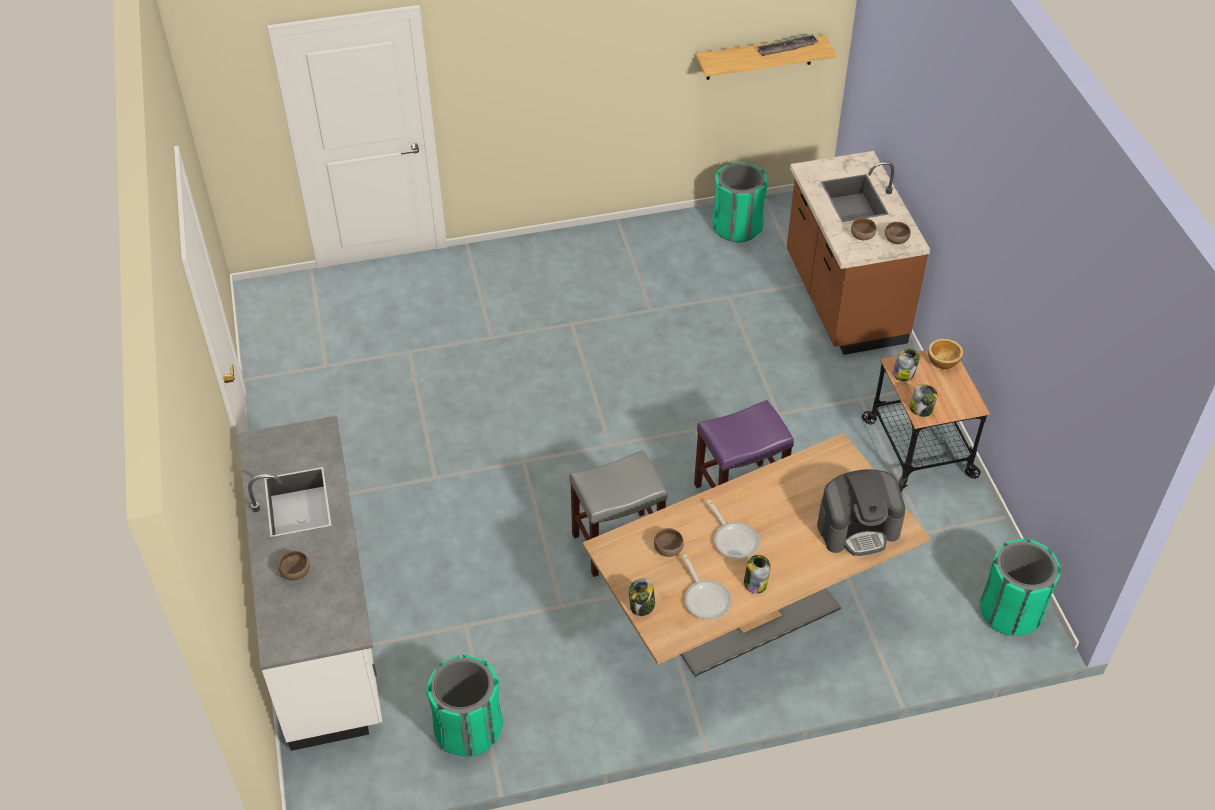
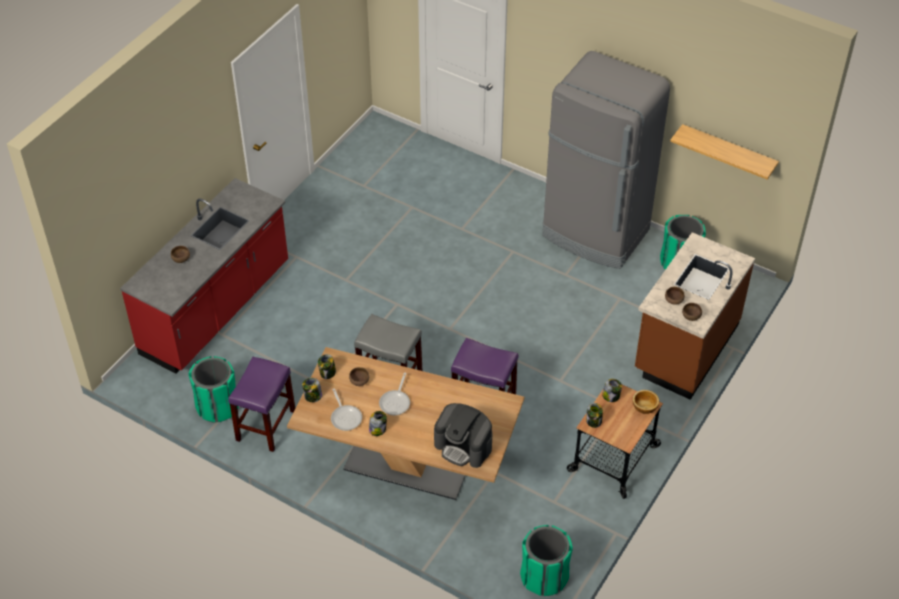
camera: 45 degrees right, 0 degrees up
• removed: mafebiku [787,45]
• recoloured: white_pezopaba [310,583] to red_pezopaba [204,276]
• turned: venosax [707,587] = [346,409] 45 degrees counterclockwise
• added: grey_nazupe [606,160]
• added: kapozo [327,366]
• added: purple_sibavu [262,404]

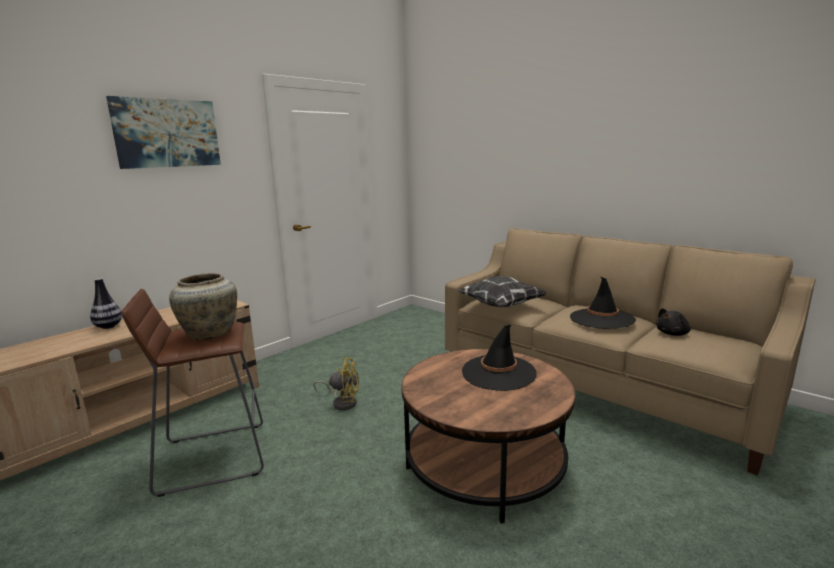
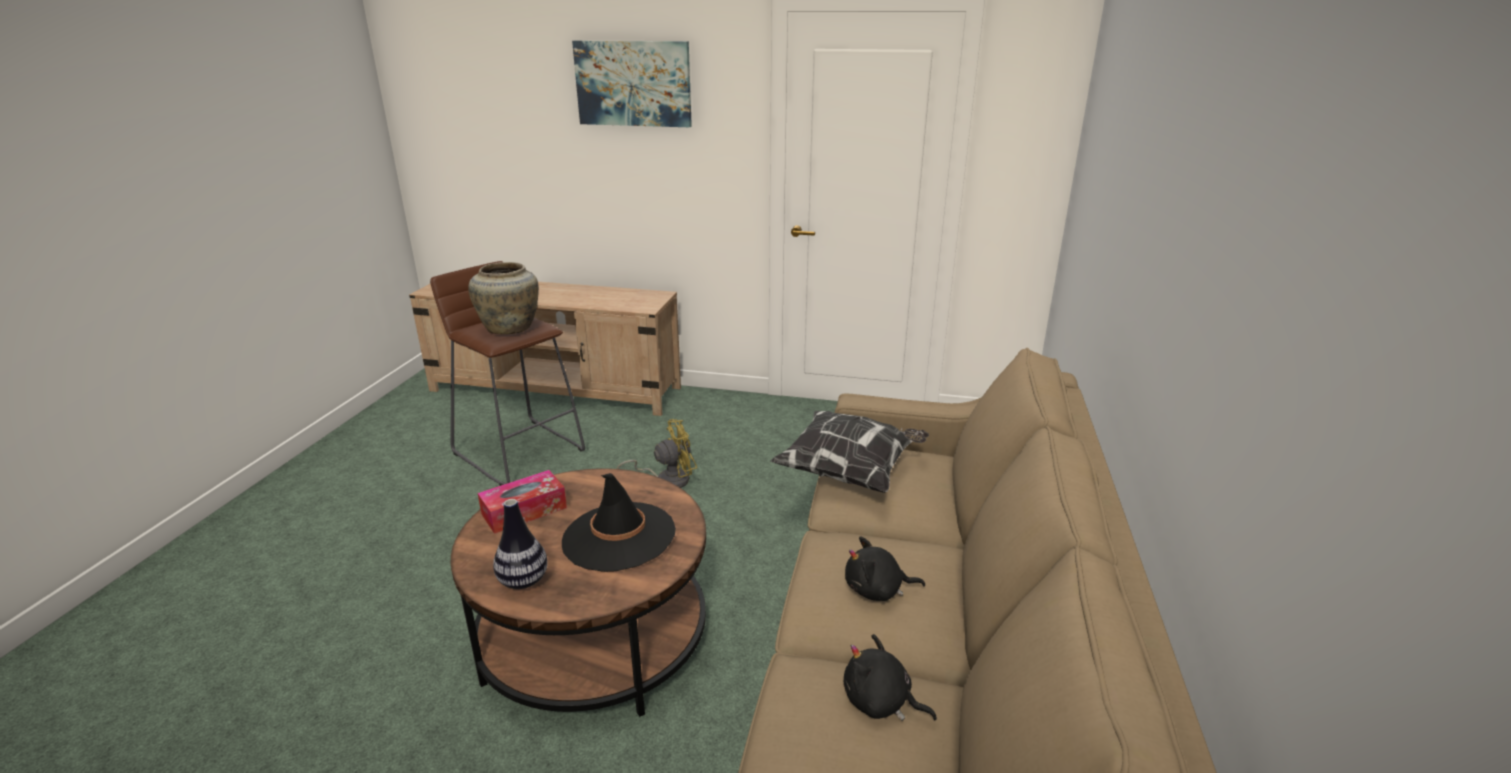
camera: 60 degrees right, 10 degrees up
• replaced: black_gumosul [603,303] to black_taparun [885,569]
• moved: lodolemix [106,303] to [520,544]
• turned: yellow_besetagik [336,383] = [656,453] 90 degrees counterclockwise
• added: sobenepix [522,502]

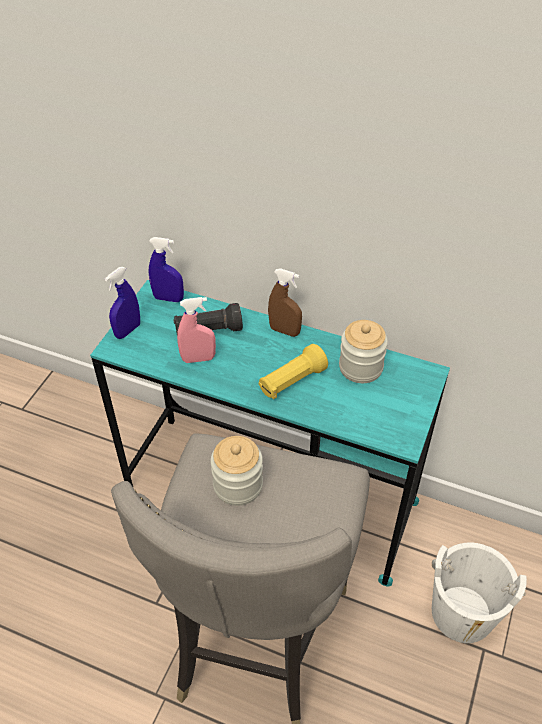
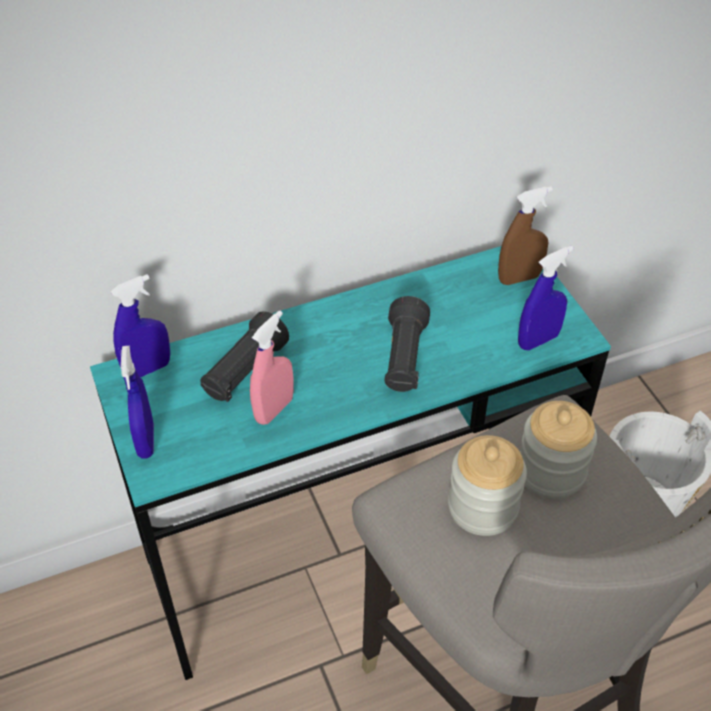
camera: 45 degrees left, 0 degrees up
• moved: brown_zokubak [285,302] to [525,235]
• moved: kapozo [363,351] to [558,450]
• recoloured: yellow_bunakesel [293,371] to black_bunakesel [407,344]
• added: blue_zokubak [546,298]

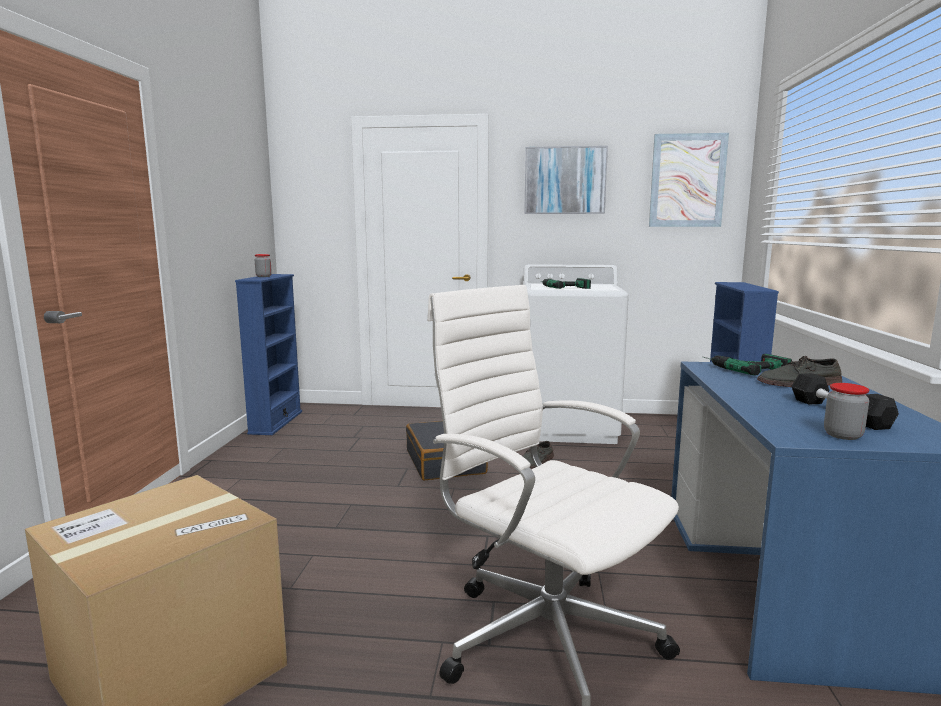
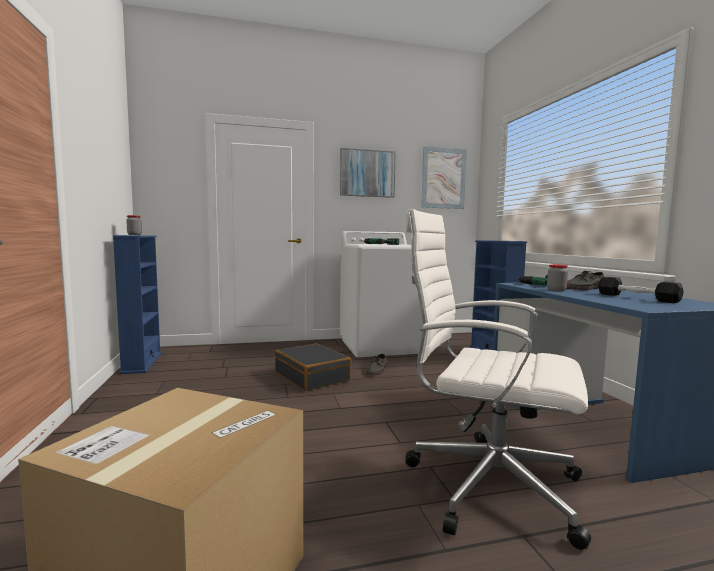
camera: 20 degrees left, 5 degrees down
• moved: kapozo [846,411] to [557,278]

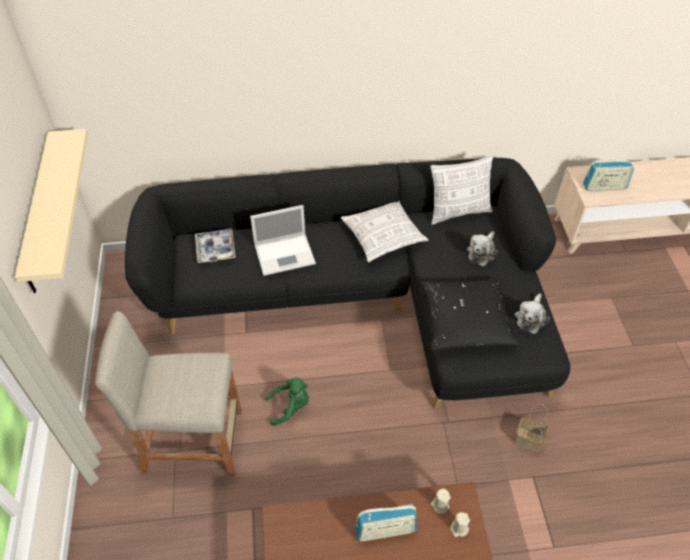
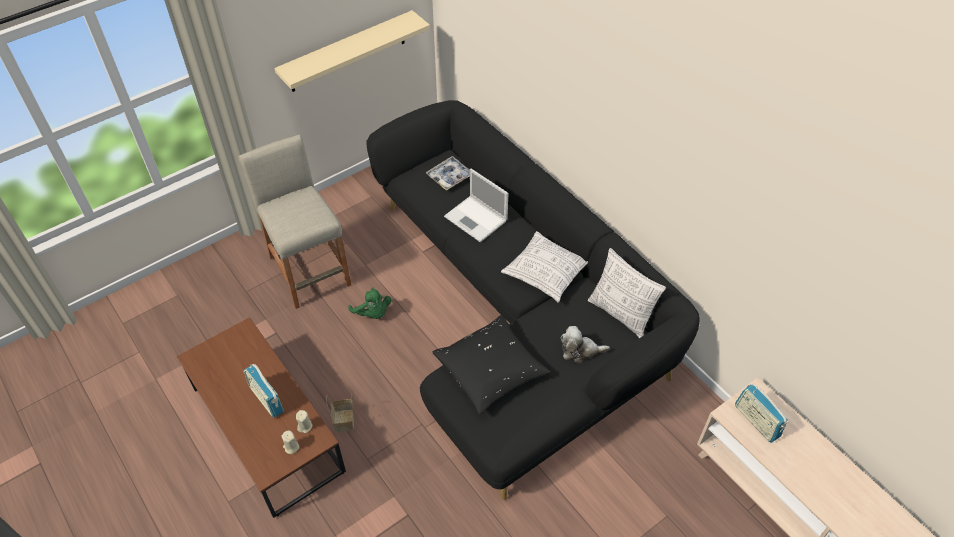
camera: 60 degrees right, 0 degrees up
• removed: taparun [532,314]
• moved: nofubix [531,428] to [340,412]

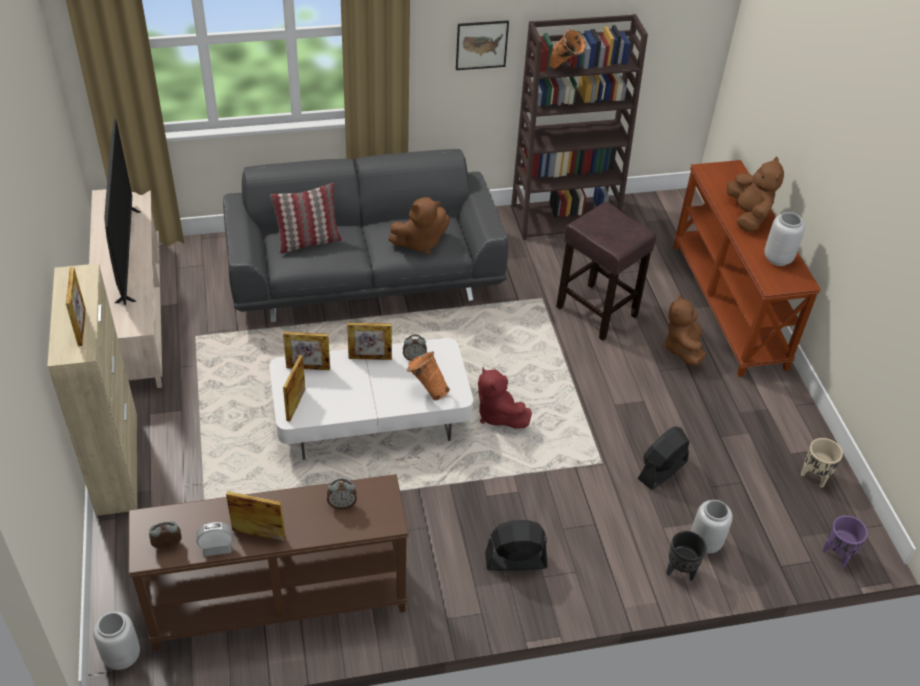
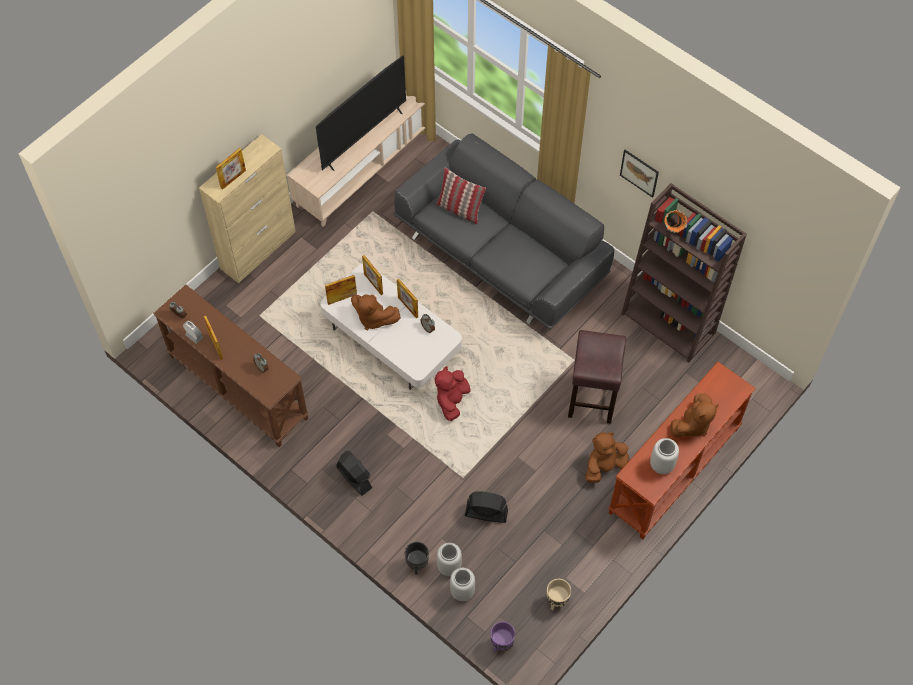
camera: 55 degrees right, 15 degrees up
• moved: brown_taparun [419,226] to [376,312]
• removed: orange_lodolemix [428,375]
• moved: grey_lodolemix [116,640] to [462,584]

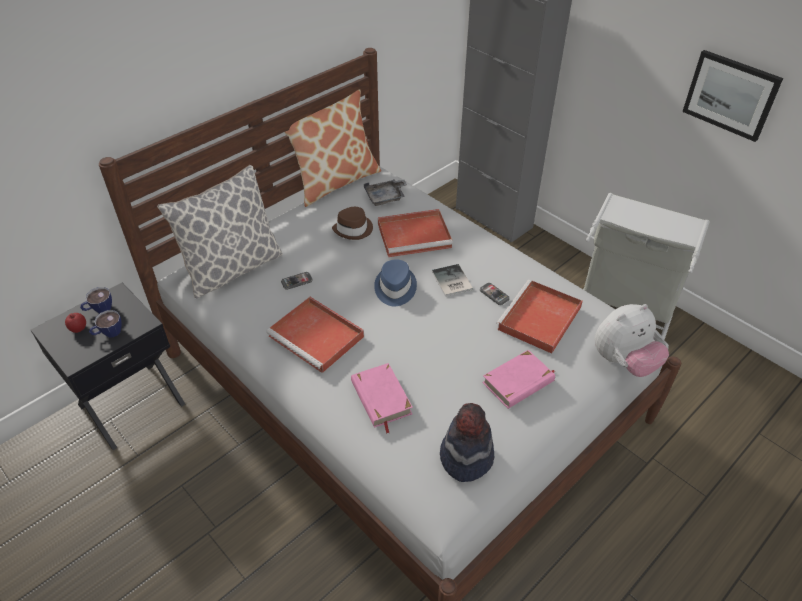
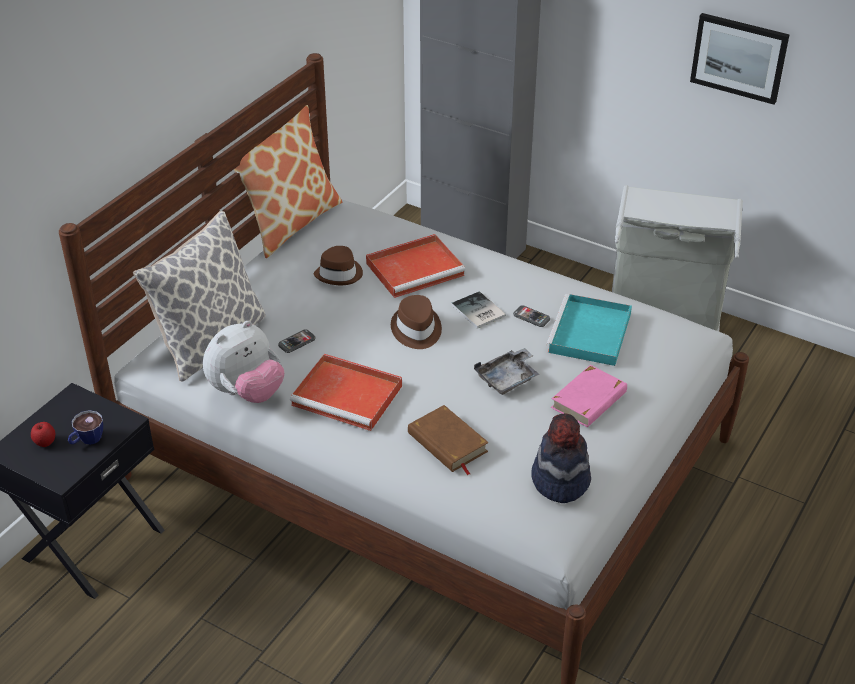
camera: 15 degrees left, 5 degrees down
• moved: grey_mafebiku [385,193] to [506,371]
• recoloured: blue_gumosul [395,283] to brown_gumosul [416,322]
• recoloured: red_mafebiku [539,317] to turquoise_mafebiku [589,330]
• removed: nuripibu [96,300]
• moved: taparun [631,340] to [243,362]
• recoloured: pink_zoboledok [382,398] to brown_zoboledok [448,440]

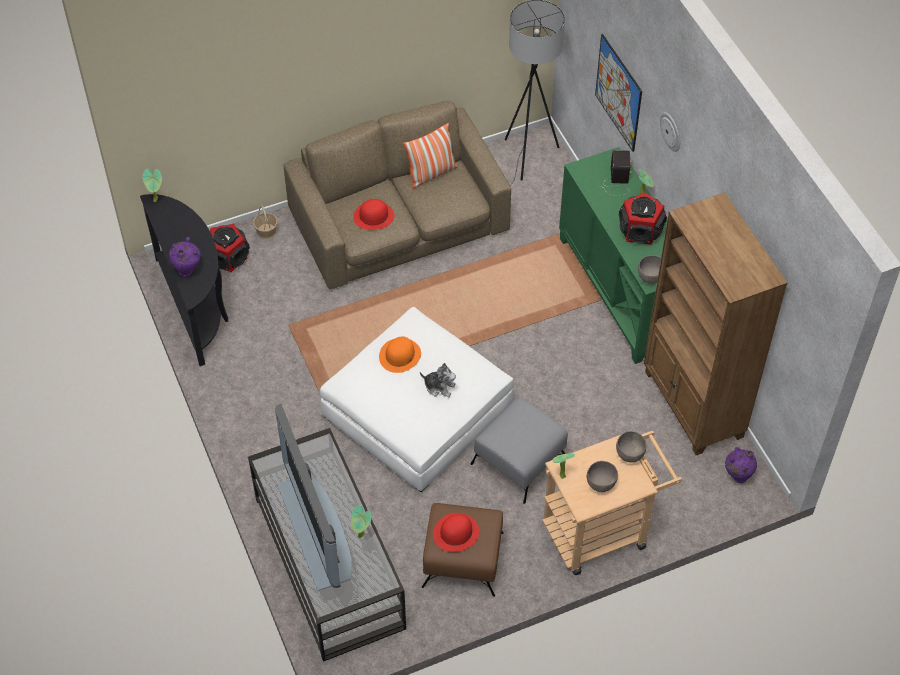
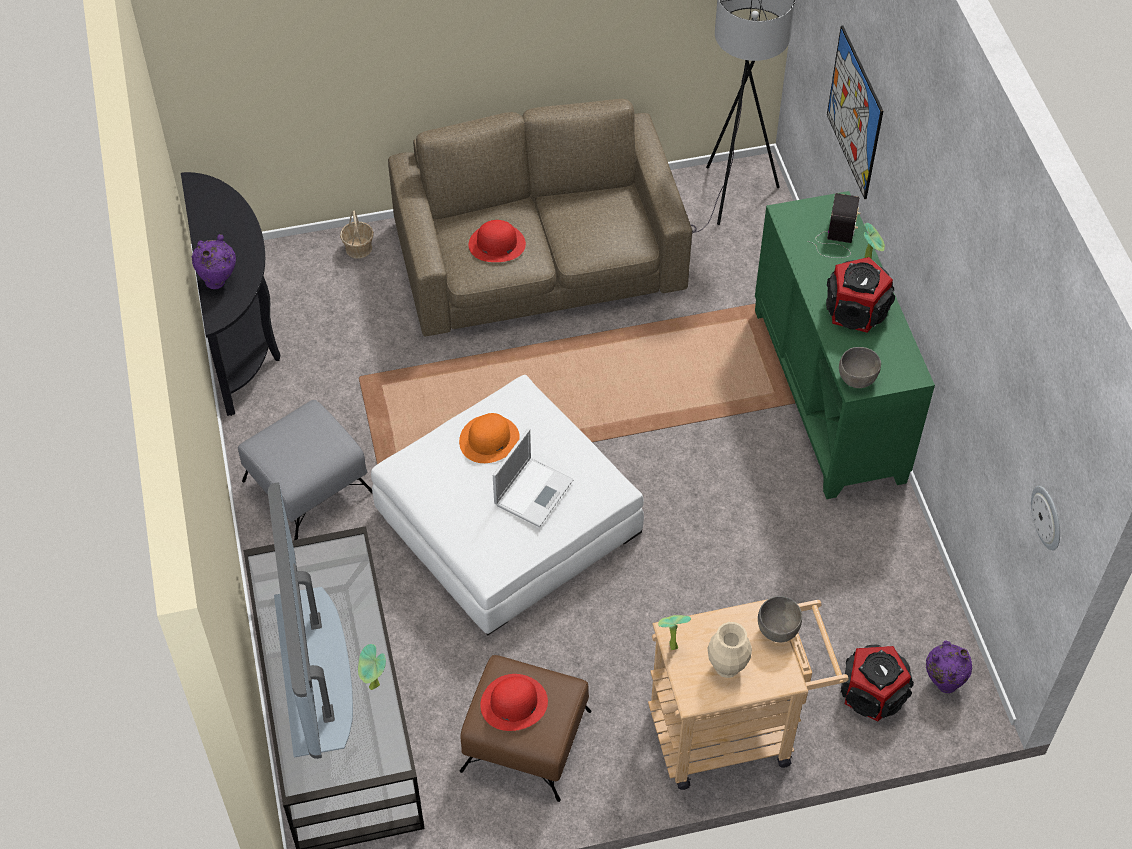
camera: 10 degrees right, 0 degrees up
• moved: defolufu [670,132] to [1045,518]
• removed: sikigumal [430,156]
• removed: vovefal [152,185]
• removed: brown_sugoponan [715,323]
• moved: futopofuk [230,248] to [877,683]
• replaced: taparun [438,380] to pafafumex [533,477]
• moved: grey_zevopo [519,450] to [305,470]
• replaced: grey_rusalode [602,476] to beige_lodolemix [730,650]

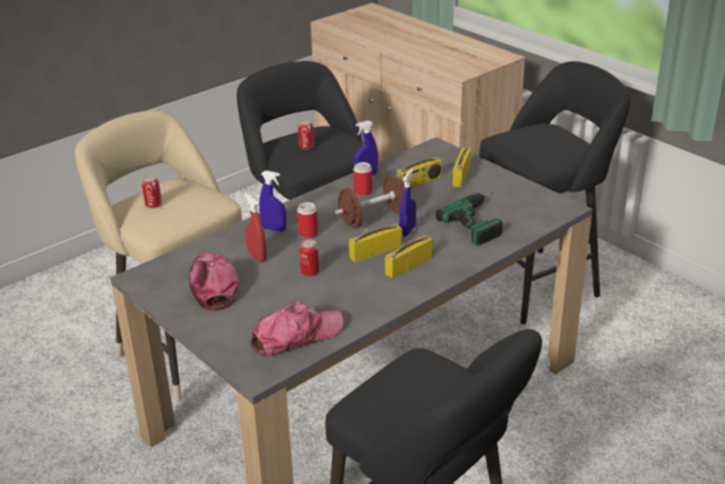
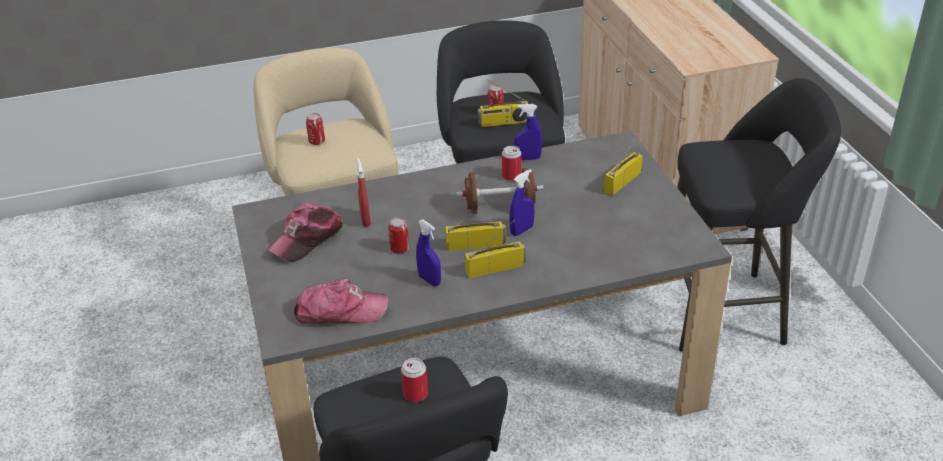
camera: 25 degrees right, 5 degrees up
• moved: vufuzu [419,164] to [503,103]
• moved: blue_zokubak [272,201] to [428,252]
• removed: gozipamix [469,219]
• moved: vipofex [307,220] to [414,380]
• turned: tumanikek [214,282] = [305,232] 150 degrees counterclockwise

